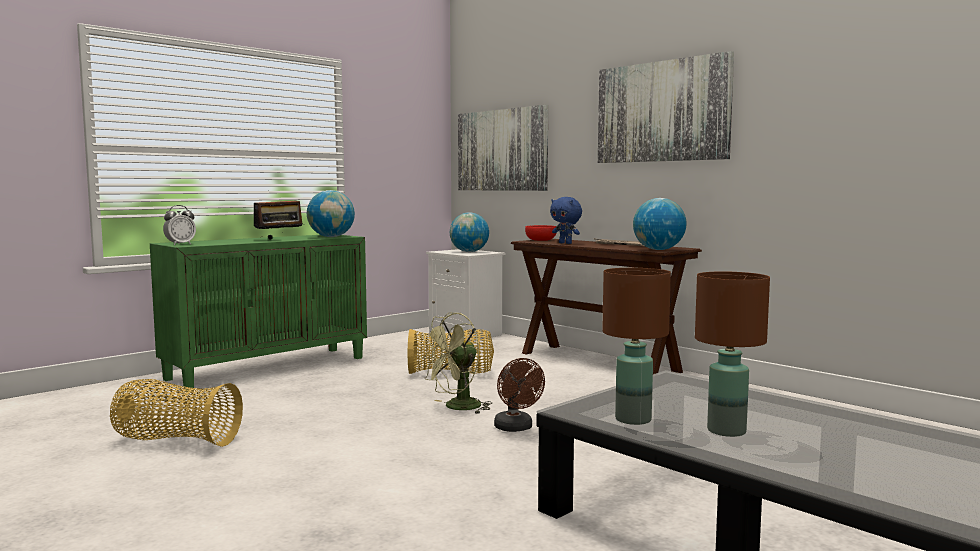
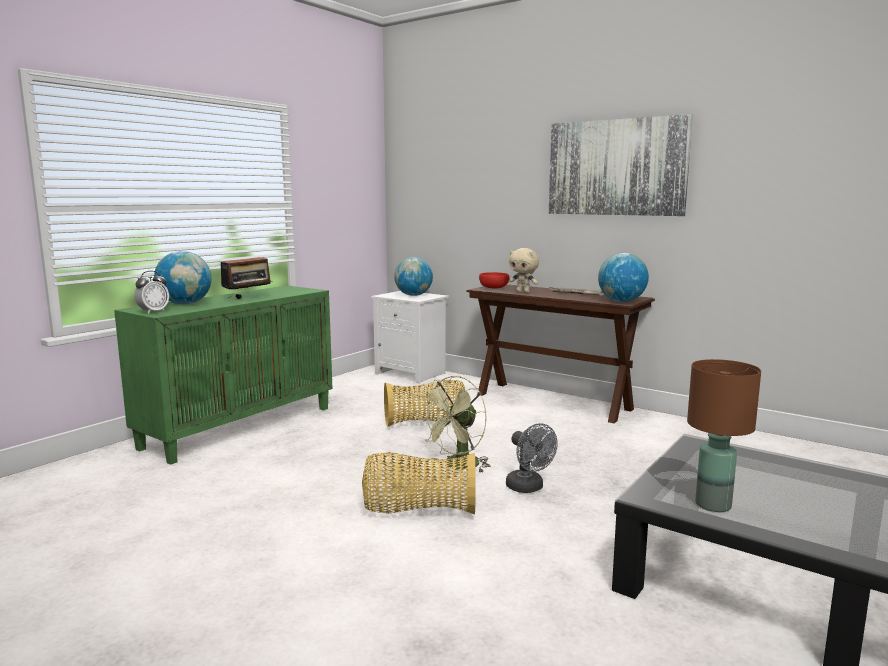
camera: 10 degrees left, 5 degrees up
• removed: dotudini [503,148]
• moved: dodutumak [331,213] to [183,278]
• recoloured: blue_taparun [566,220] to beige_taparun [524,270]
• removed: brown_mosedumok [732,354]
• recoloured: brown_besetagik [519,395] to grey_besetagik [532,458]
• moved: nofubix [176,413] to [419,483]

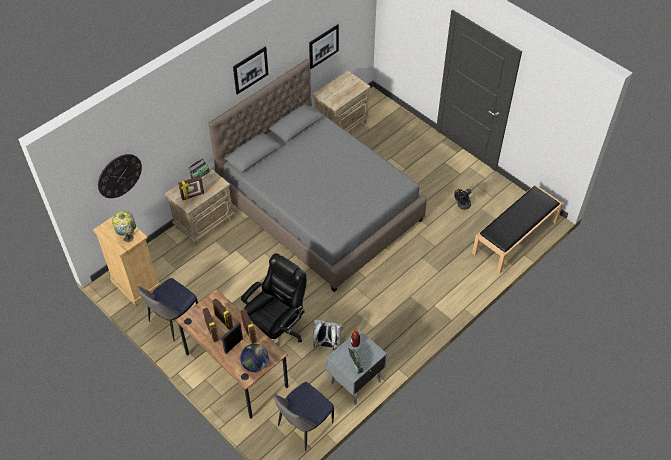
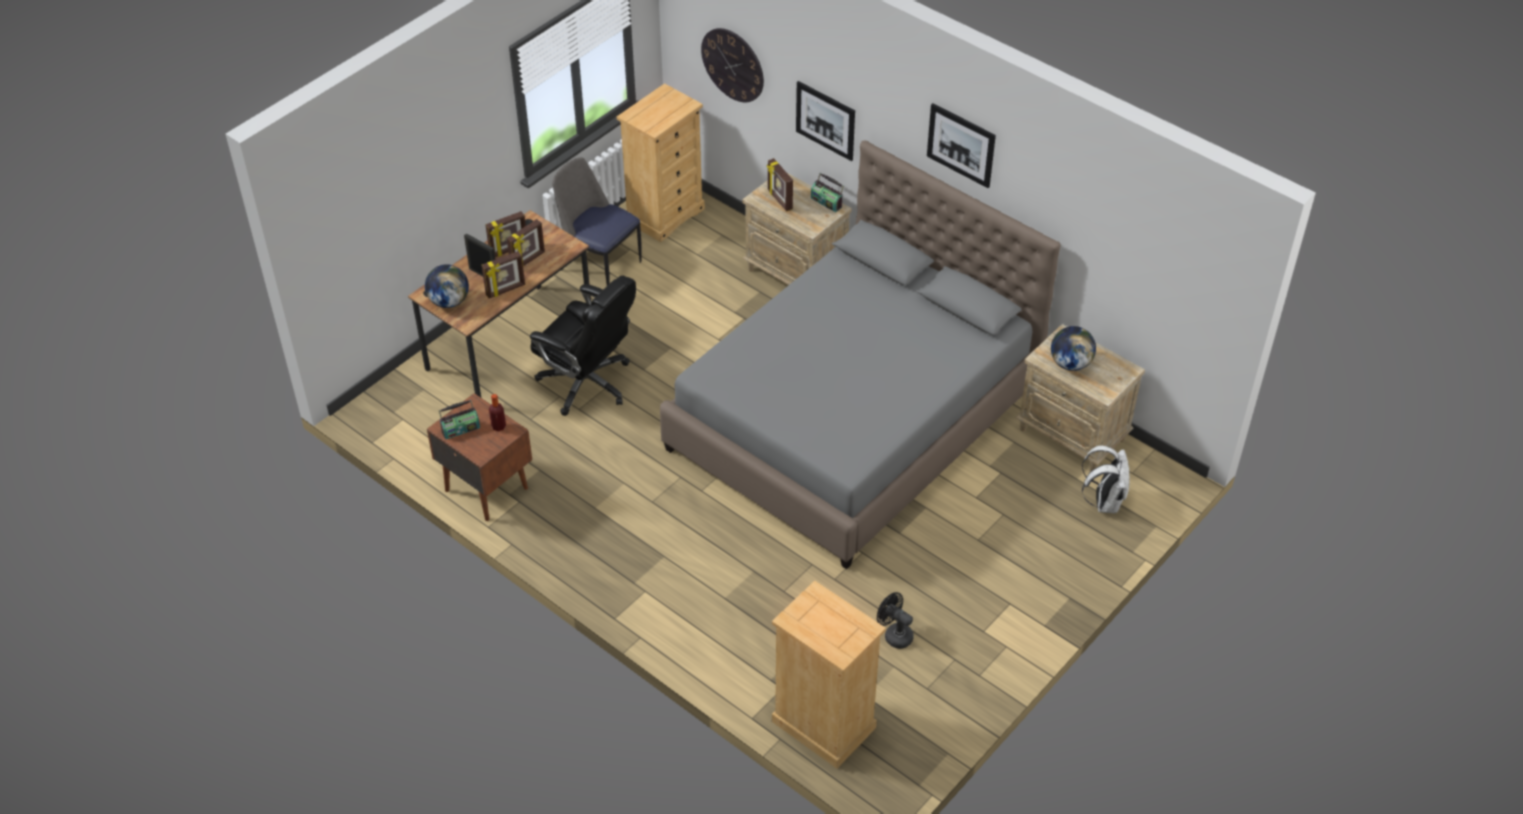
camera: 85 degrees right, 5 degrees down
• moved: dotudini [324,46] to [825,121]
• replaced: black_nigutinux [517,229] to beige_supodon [829,675]
• removed: mosedumok [124,226]
• moved: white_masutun [328,335] to [1106,479]
• recoloured: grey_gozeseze [356,367] to brown_gozeseze [479,457]
• removed: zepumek [304,416]
• added: dodutumak [1073,348]

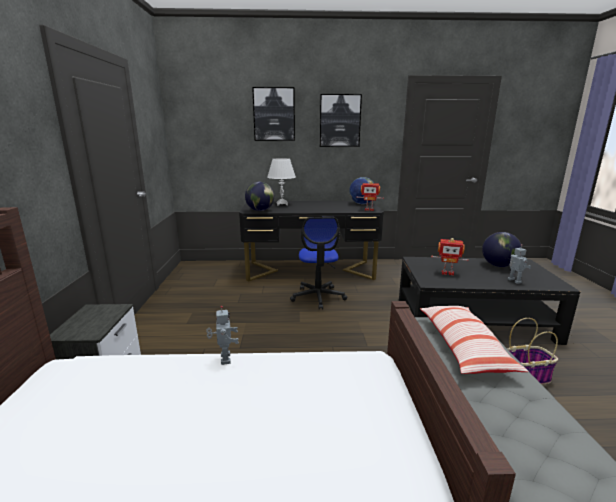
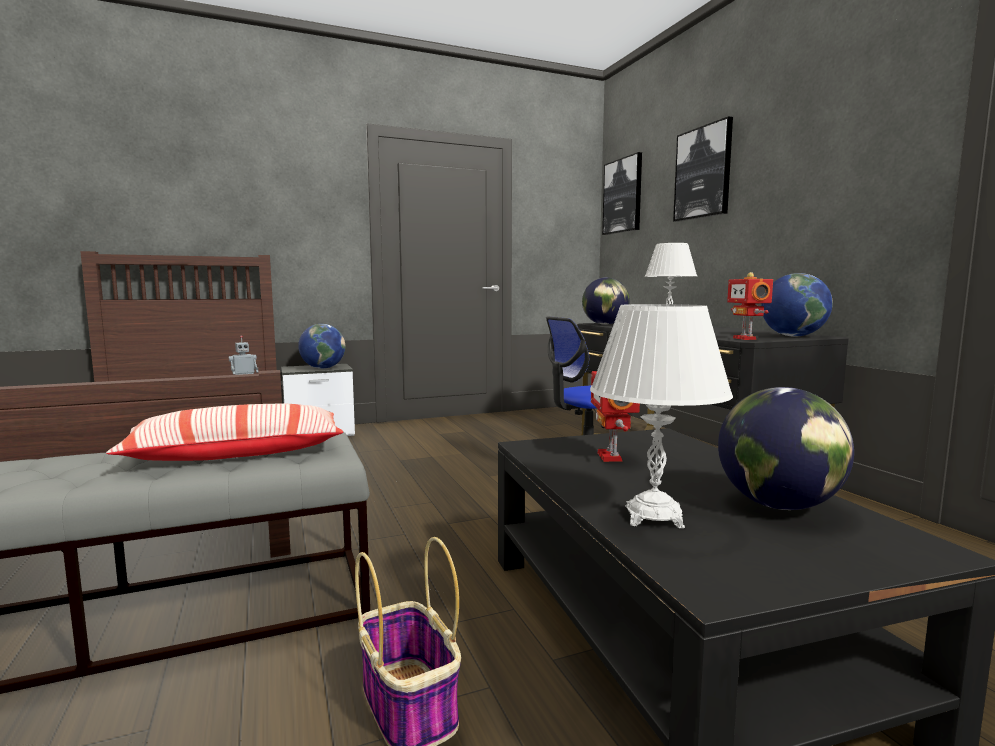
camera: 70 degrees right, 10 degrees down
• moved: dotudini [341,120] to [622,193]
• replaced: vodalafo [519,264] to white_mosedumok [661,416]
• added: dodutumak [321,346]

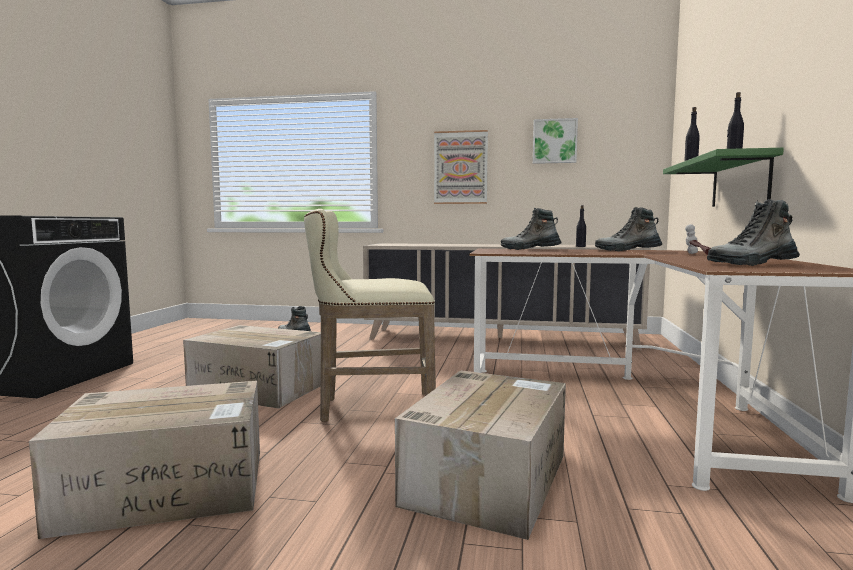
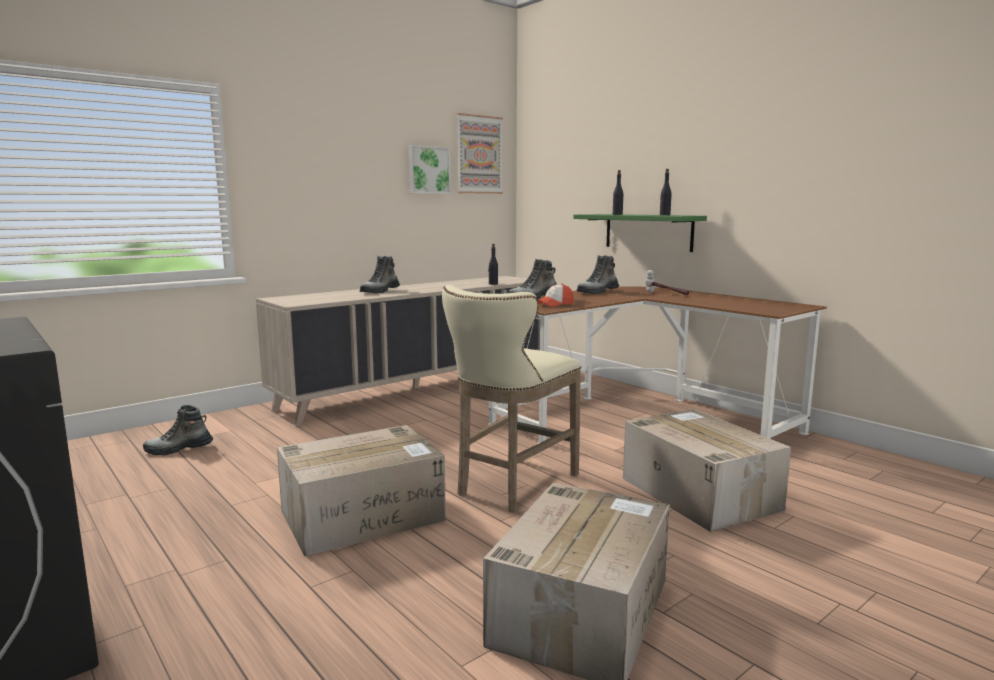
camera: 50 degrees left, 5 degrees up
• moved: dotudini [461,167] to [480,153]
• moved: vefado [753,232] to [380,274]
• added: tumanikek [556,295]

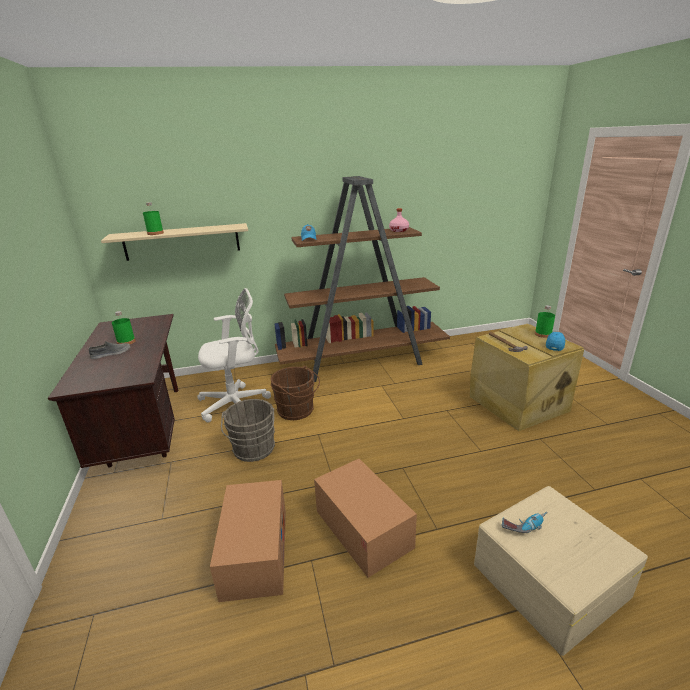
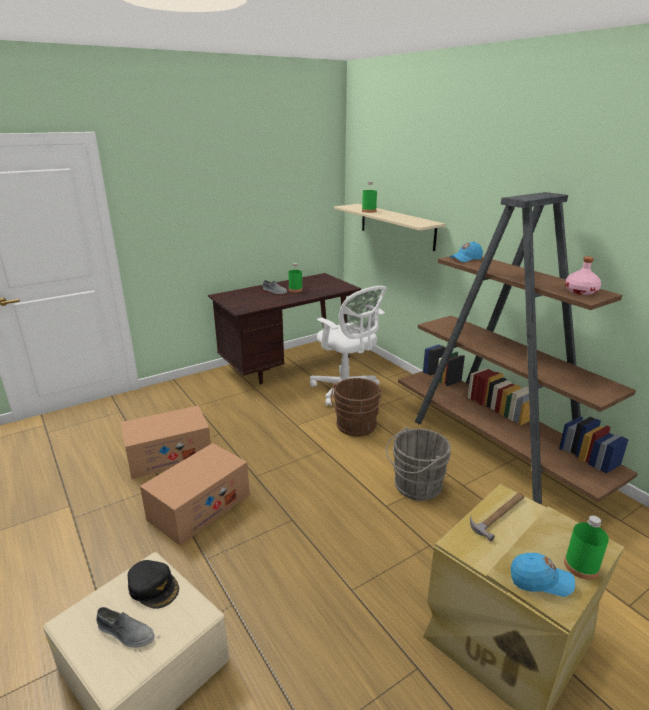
camera: 70 degrees right, 0 degrees up
• moved: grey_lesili [248,430] to [418,464]
• replaced: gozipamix [525,522] to black_tumanikek [153,584]
• added: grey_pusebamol [125,627]

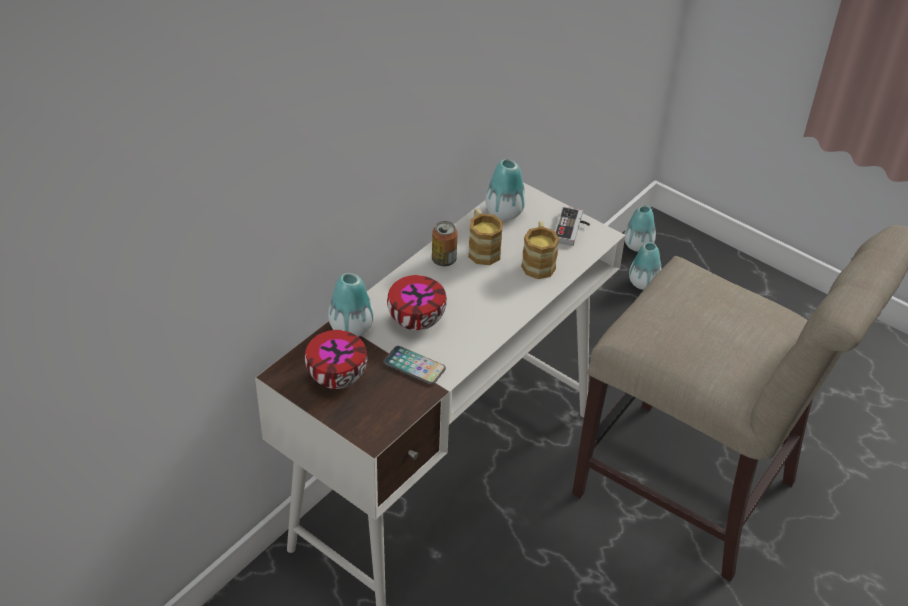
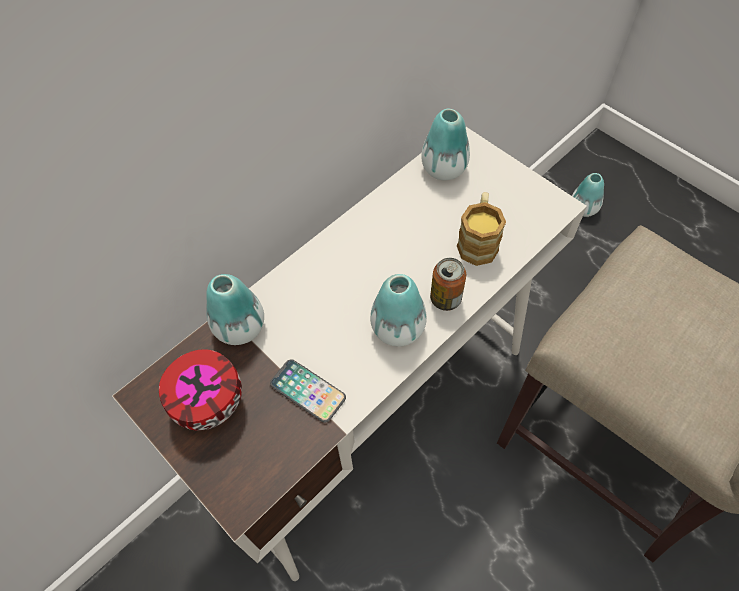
camera: 10 degrees right, 15 degrees up
• moved: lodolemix [640,228] to [398,310]
• removed: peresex [572,226]
• removed: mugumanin [485,236]
• moved: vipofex [445,244] to [448,284]
• removed: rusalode [417,303]

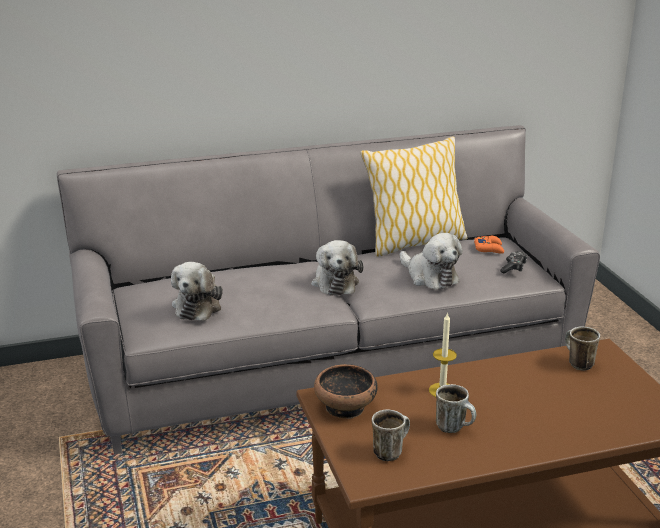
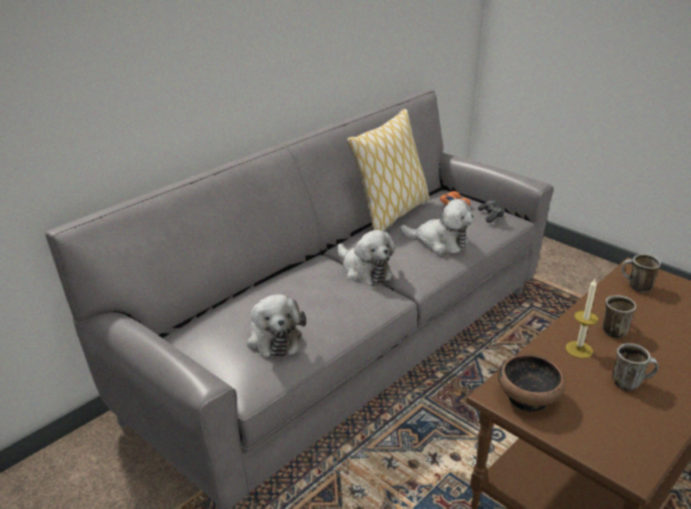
camera: 30 degrees left, 5 degrees up
• moved: mugumanin [390,435] to [619,316]

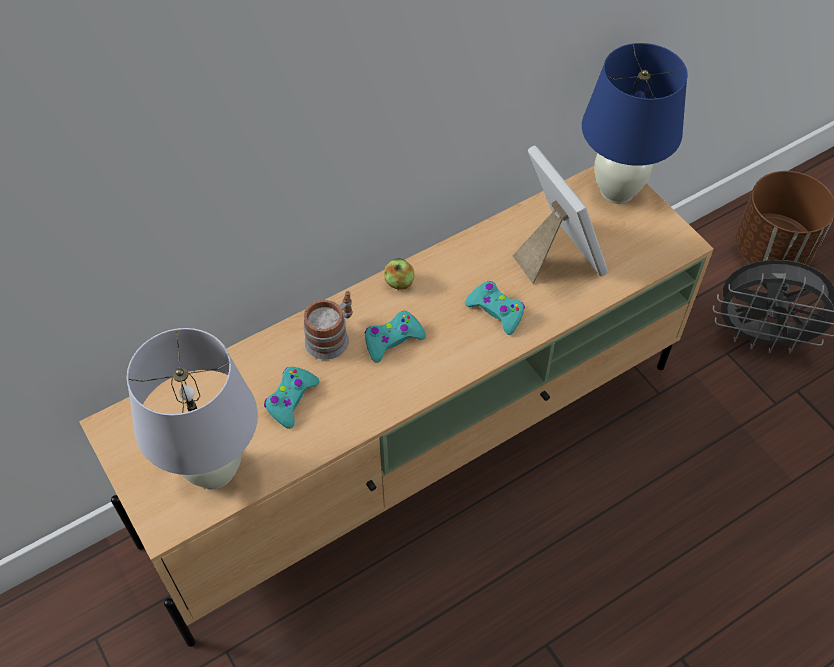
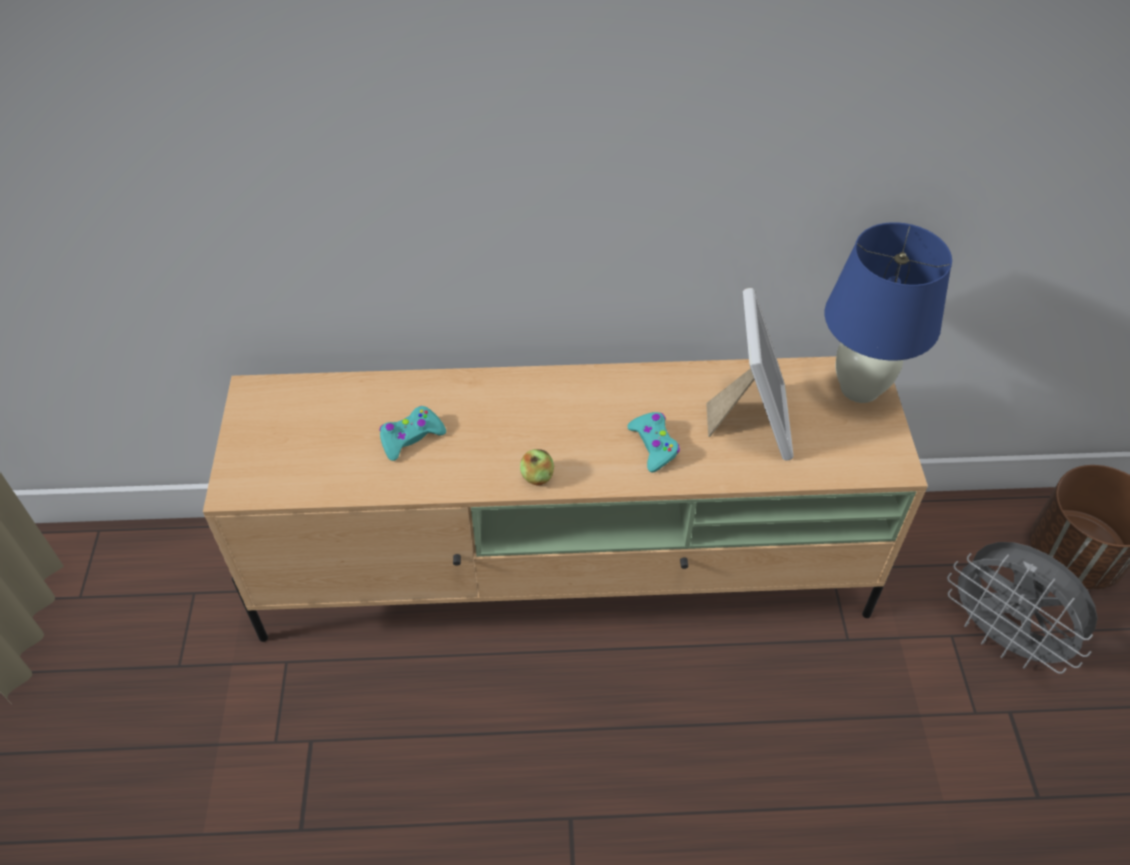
camera: 30 degrees right, 5 degrees down
• moved: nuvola [399,274] to [537,467]
• removed: mugumanin [328,325]
• removed: turquoise_peresex [395,337]
• removed: white_mosedumok [192,408]

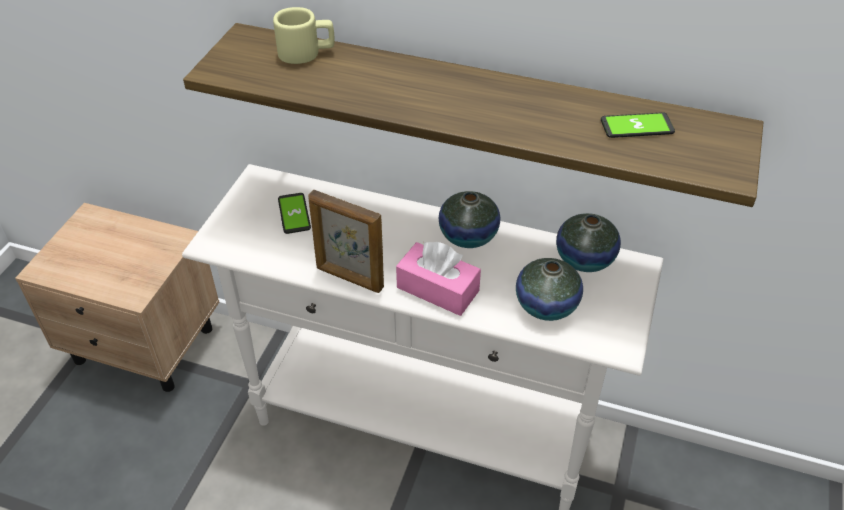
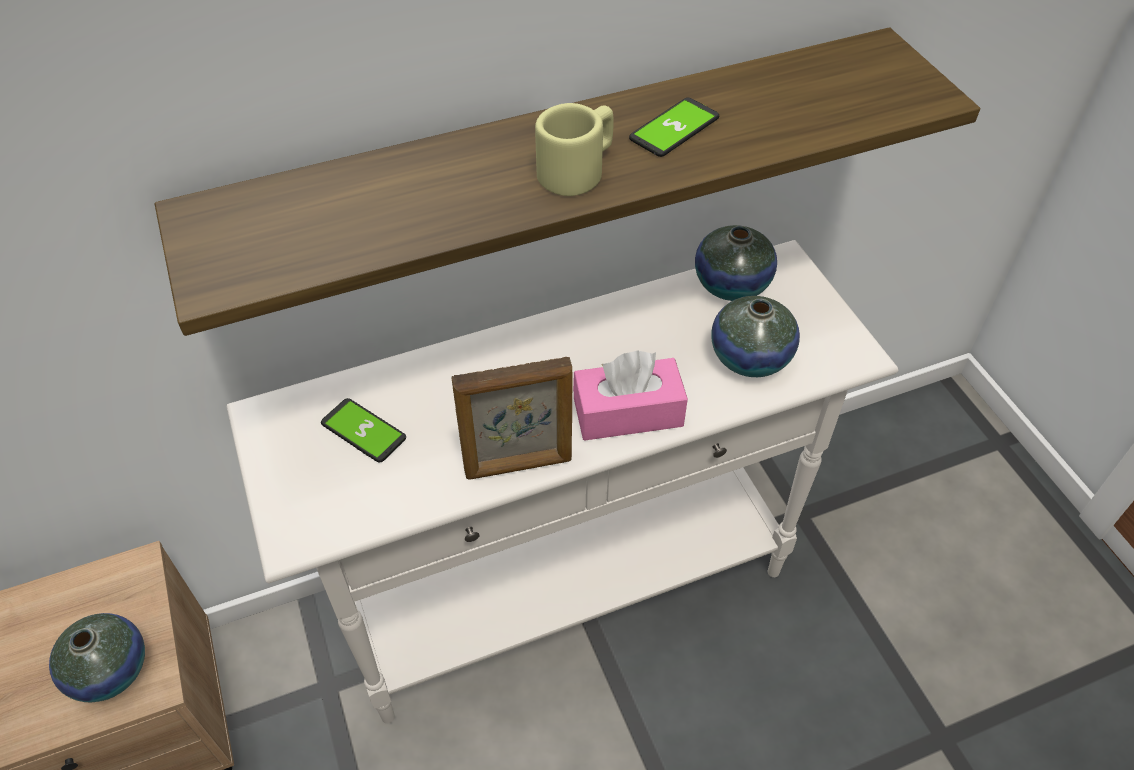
camera: 40 degrees left, 5 degrees up
• moved: beige_mugumanin [304,35] to [574,149]
• moved: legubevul [638,125] to [674,127]
• moved: lodolemix [469,219] to [97,657]

